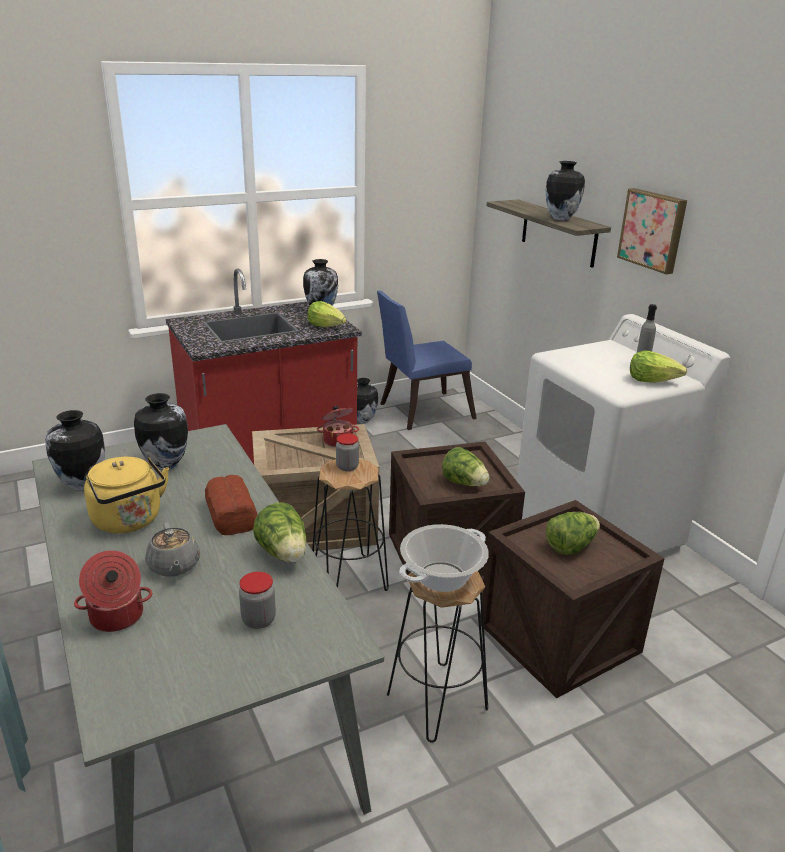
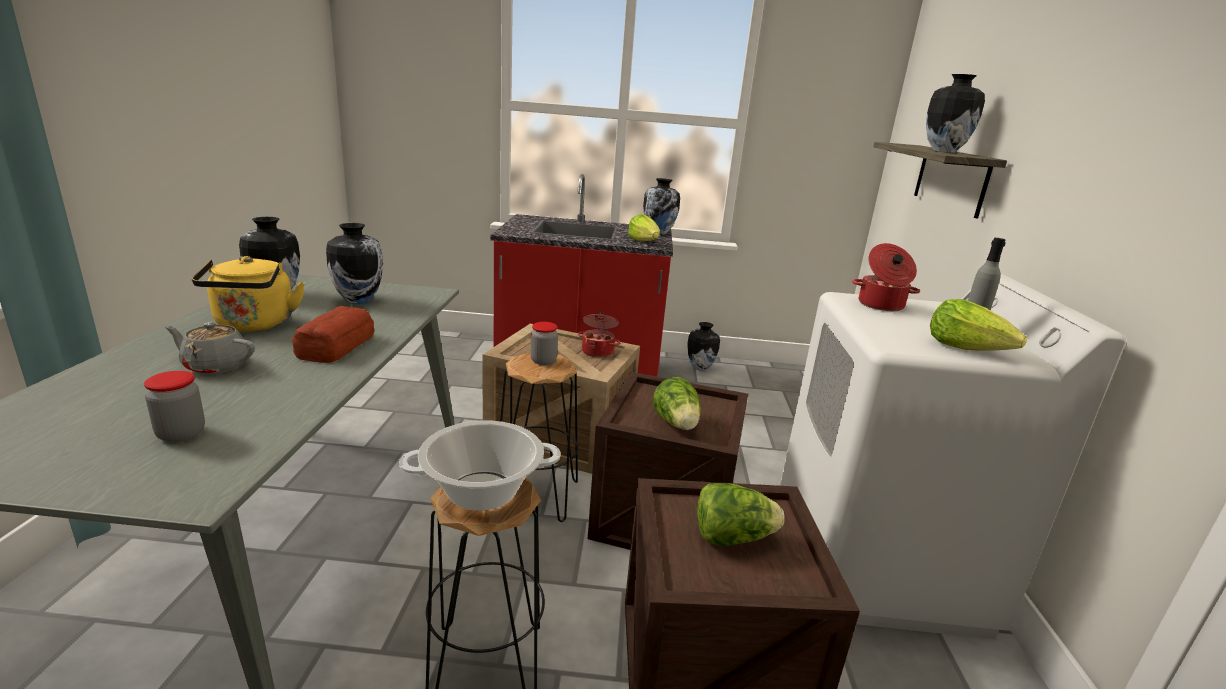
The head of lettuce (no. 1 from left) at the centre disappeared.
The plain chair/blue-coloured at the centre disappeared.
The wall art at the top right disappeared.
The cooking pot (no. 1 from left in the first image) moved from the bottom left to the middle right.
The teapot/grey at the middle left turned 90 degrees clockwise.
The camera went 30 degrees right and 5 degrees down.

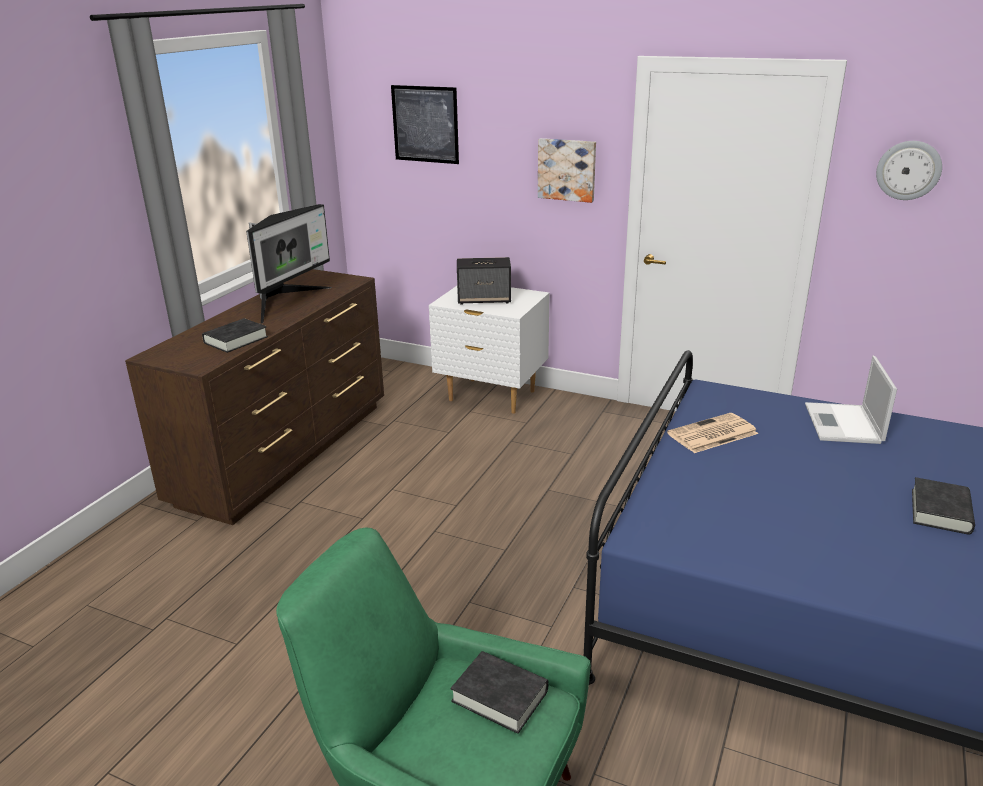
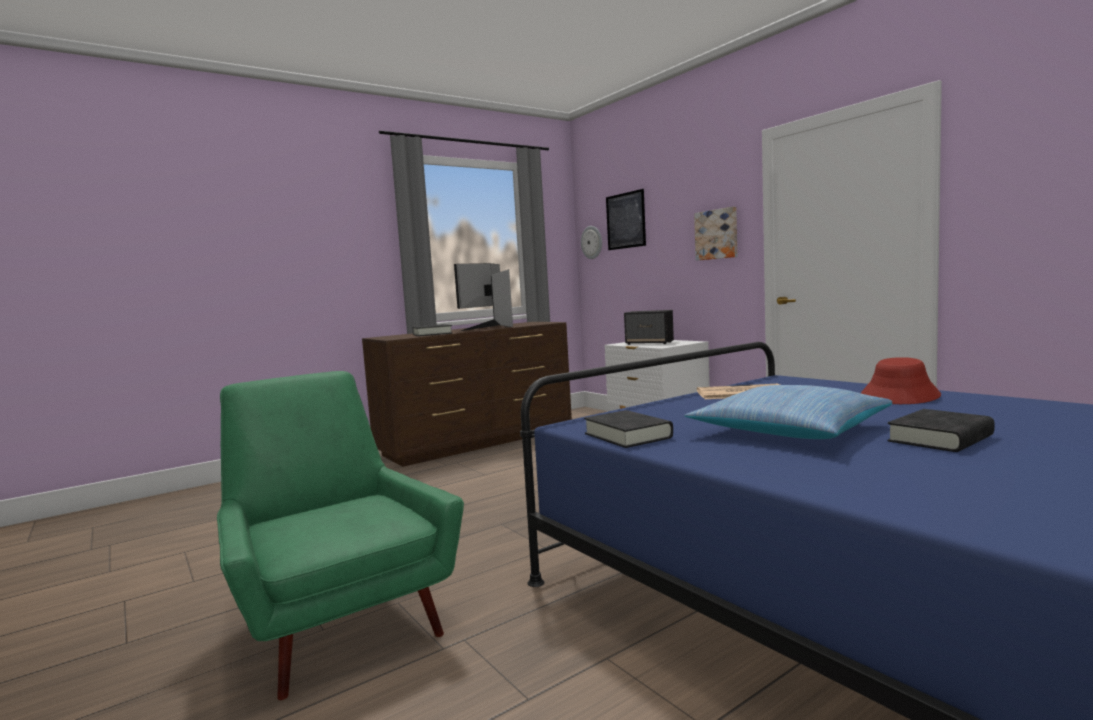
The cushion at the middle right appeared.
The volume/black (no. 2 from left) moved from the bottom centre to the centre.
The wall clock moved from the top right to the centre.
The laptop at the middle right was replaced by the wearable hat/red-coloured at the middle right.
The computer screen at the middle left turned 150 degrees clockwise.
The camera went 30 degrees right and 20 degrees down.

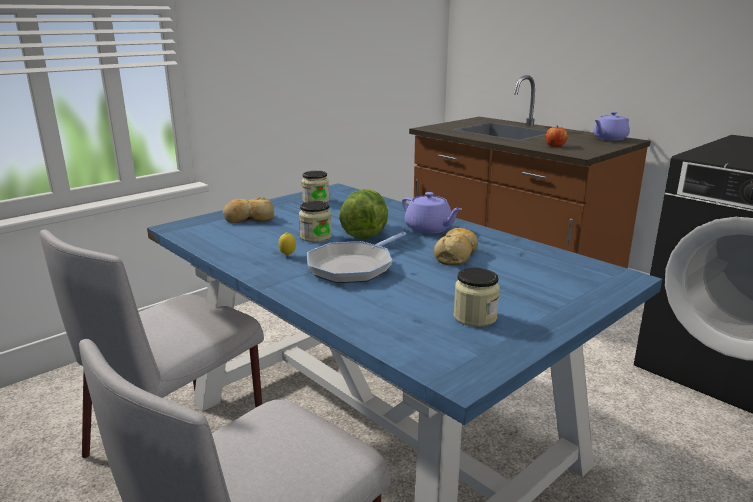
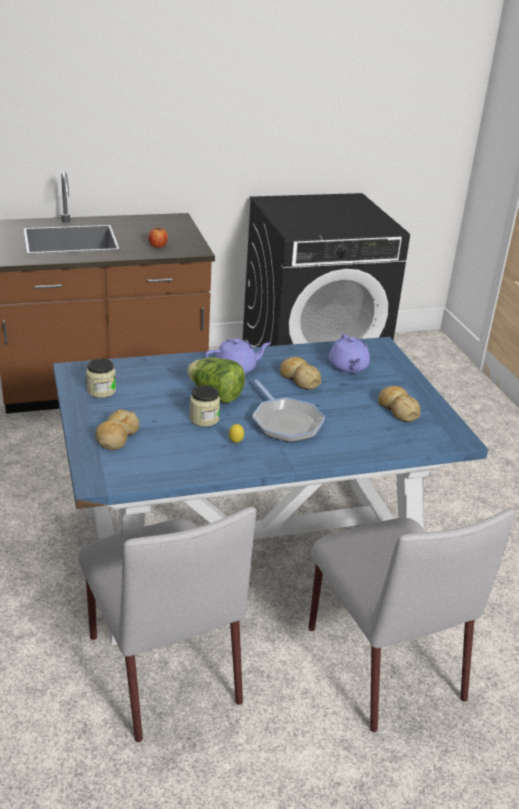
The teapot/purple (no. 2 from left) moved from the top right to the middle right.
The storage jar (no. 3 from left) at the centre was replaced by the bakery bread (no. 3 from left) at the middle right.
The camera went 65 degrees left and 10 degrees up.

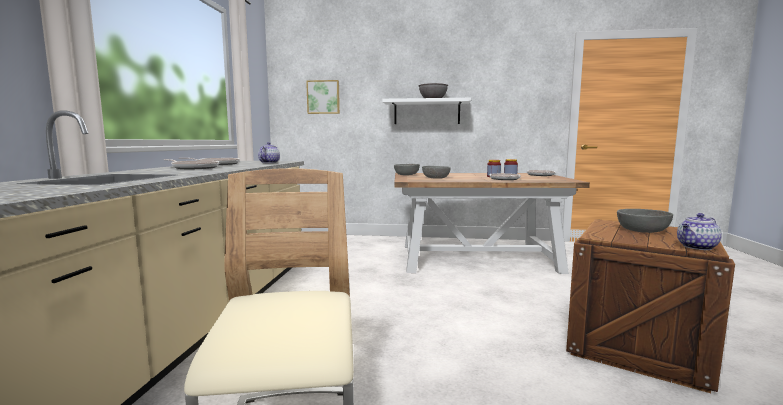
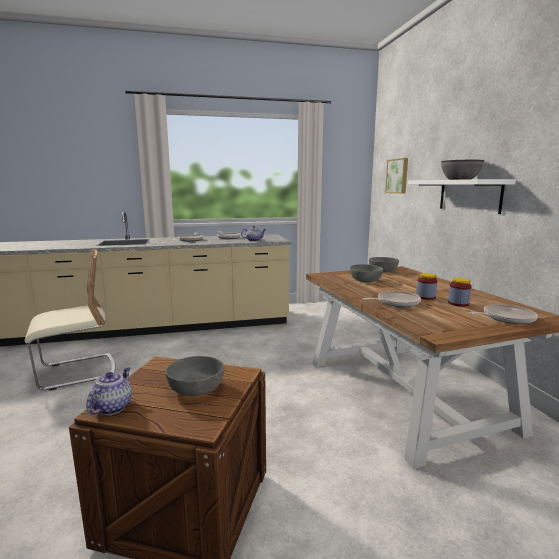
The teapot (no. 2 from left in the first image) at the middle right turned 60 degrees clockwise.
The camera went 70 degrees right and 5 degrees up.

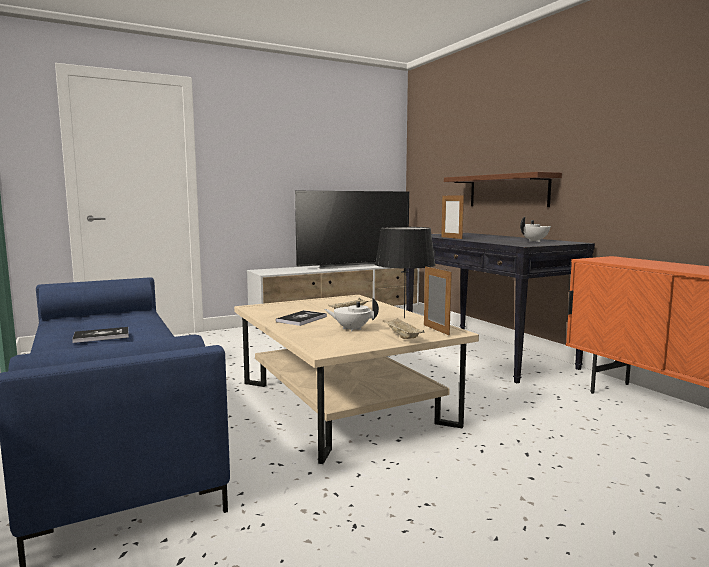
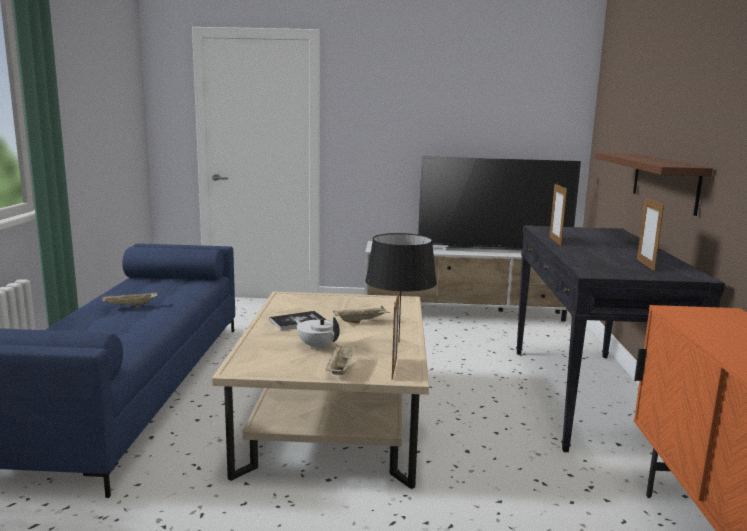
The volume (no. 1 from left) at the middle left was replaced by the carrying tray/sand-coloured (no. 1 from left) at the middle left.
The teapot/white-coloured (no. 2 from left) at the middle right was replaced by the photo frame (no. 3 from left) at the middle right.
The camera went 30 degrees right and 5 degrees up.

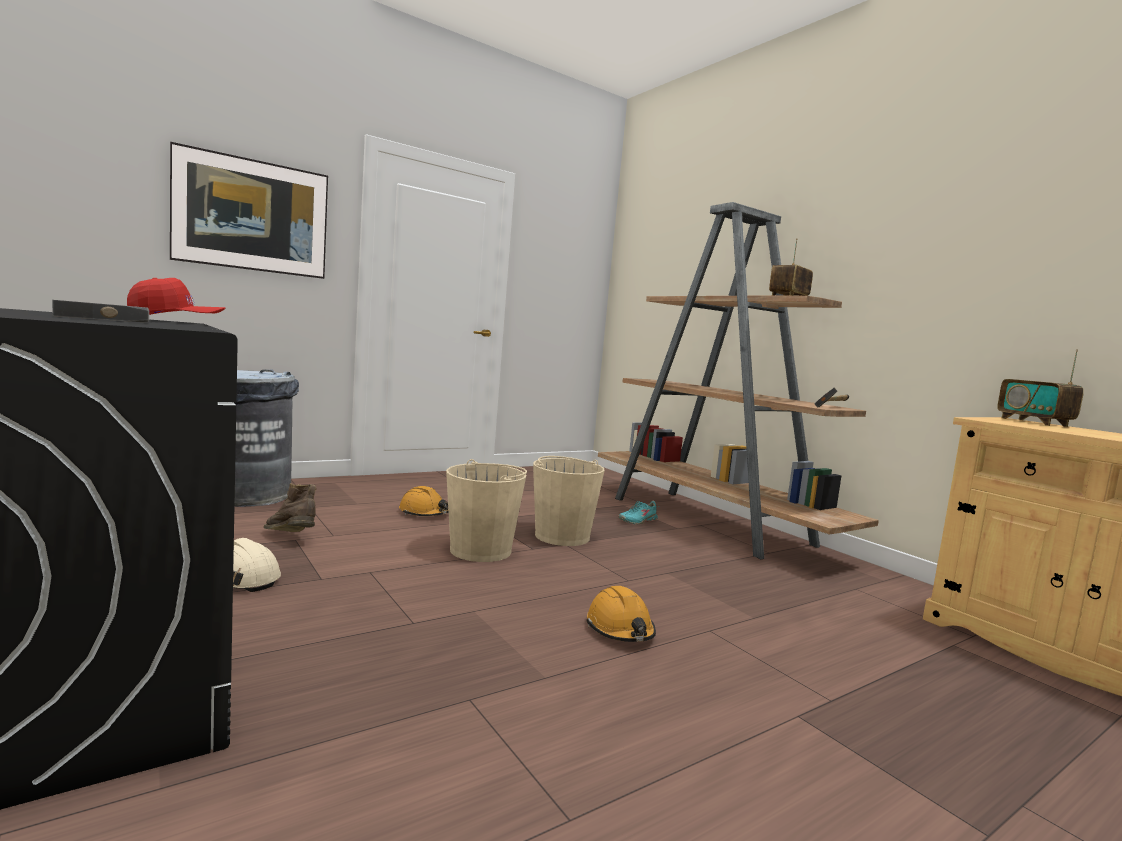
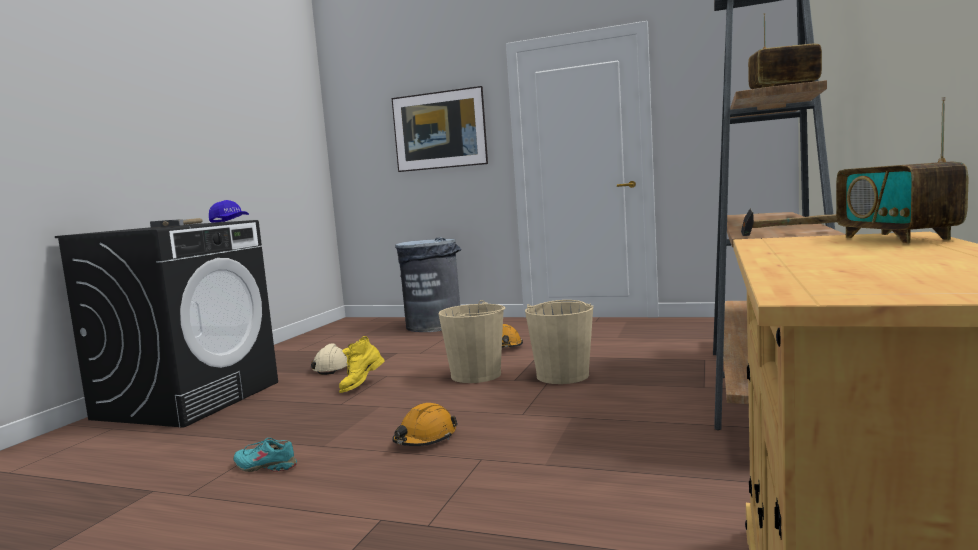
The tall boot/brown at the middle left disappeared.
The tall boot/yellowish at the centre appeared.
The item of footwear/turquoise-coloured moved from the centre to the bottom left.
The cap/red-coloured at the middle left became the cap/blue-coloured at the middle left.
The radio set (no. 2 from left) at the middle right turned 45 degrees counterclockwise.
The camera went 55 degrees right and 0 degrees up.

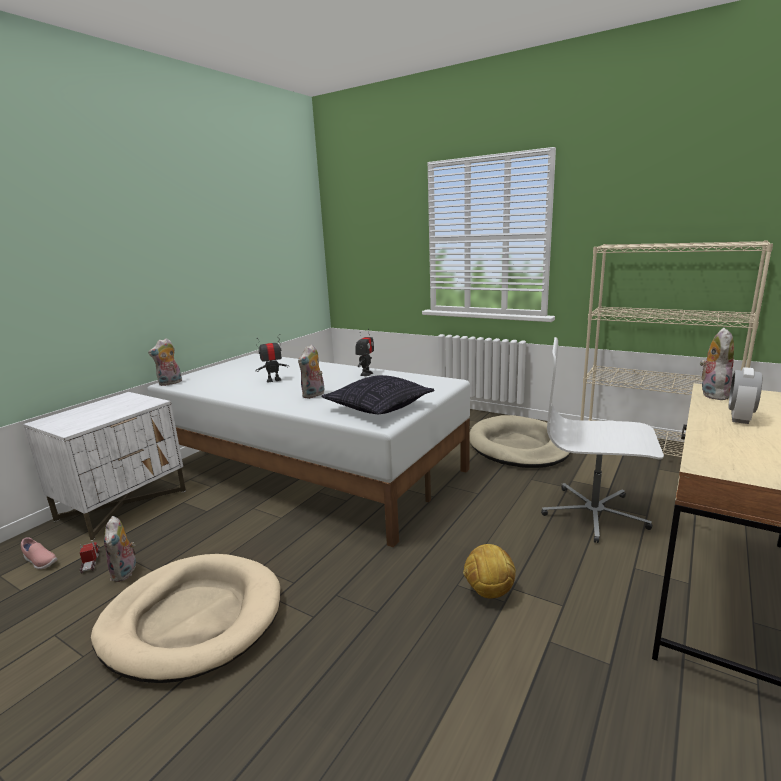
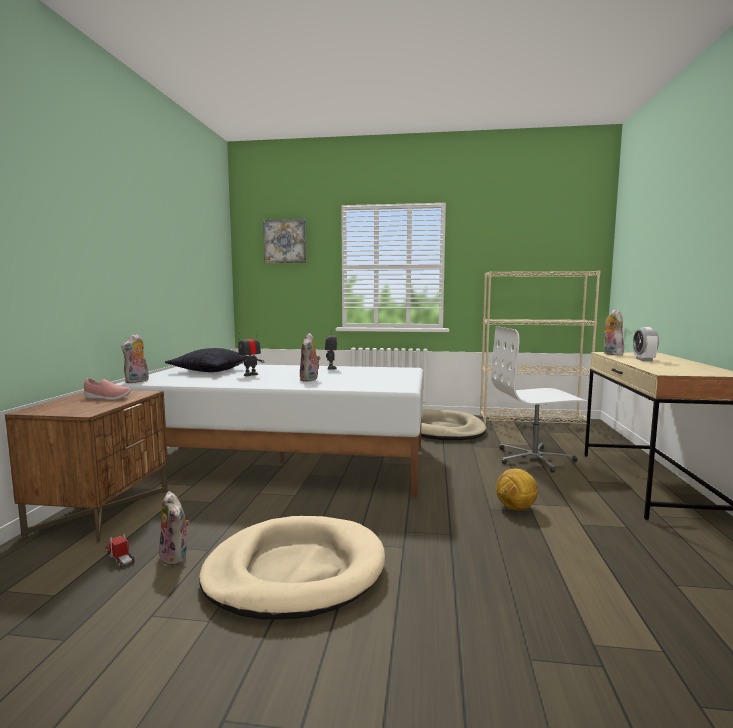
The wall art at the top centre appeared.
The item of footwear/pinkish moved from the bottom left to the middle left.
The cushion moved from the centre to the middle left.
The bedside table/white-coloured at the middle left became the bedside table/brown at the middle left.
The camera went 25 degrees left and 10 degrees down.

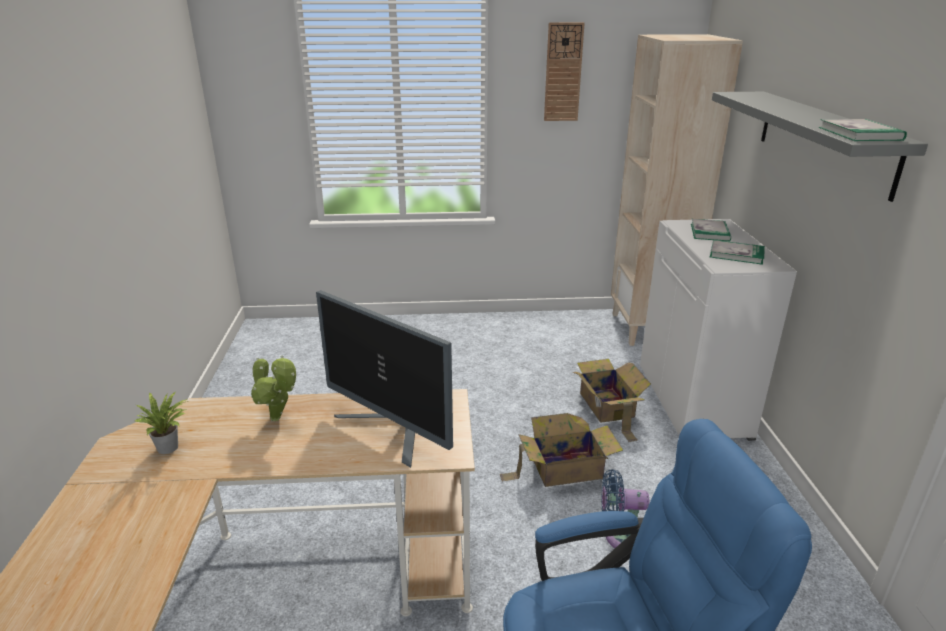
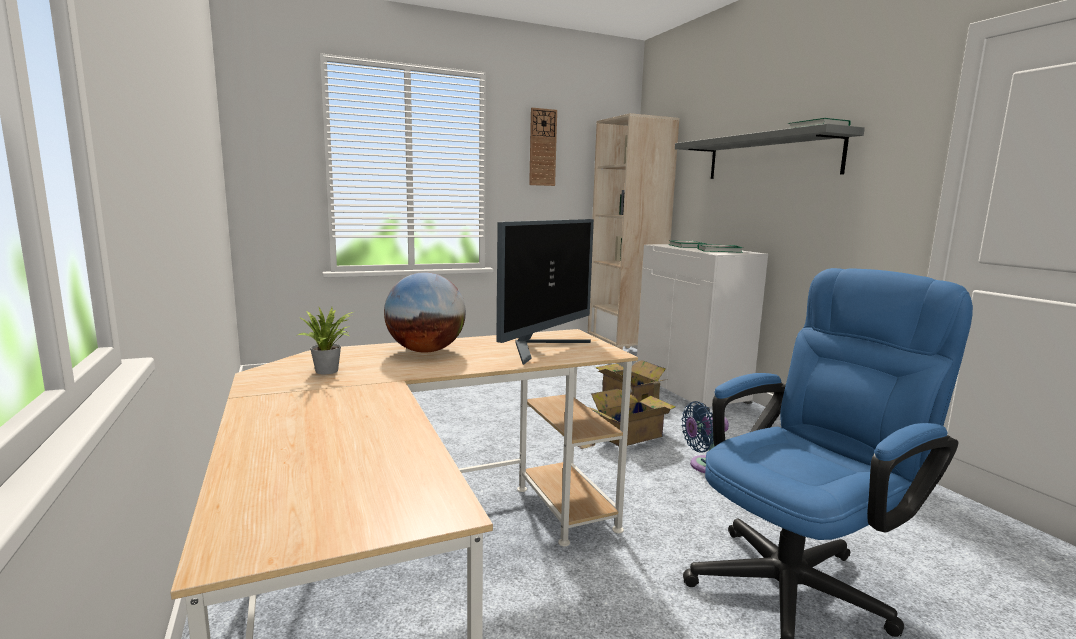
The plant in a pot (no. 2 from left) at the middle left was replaced by the desk globe at the centre.
The computer screen at the centre turned 75 degrees counterclockwise.
The camera went 20 degrees left and 15 degrees down.

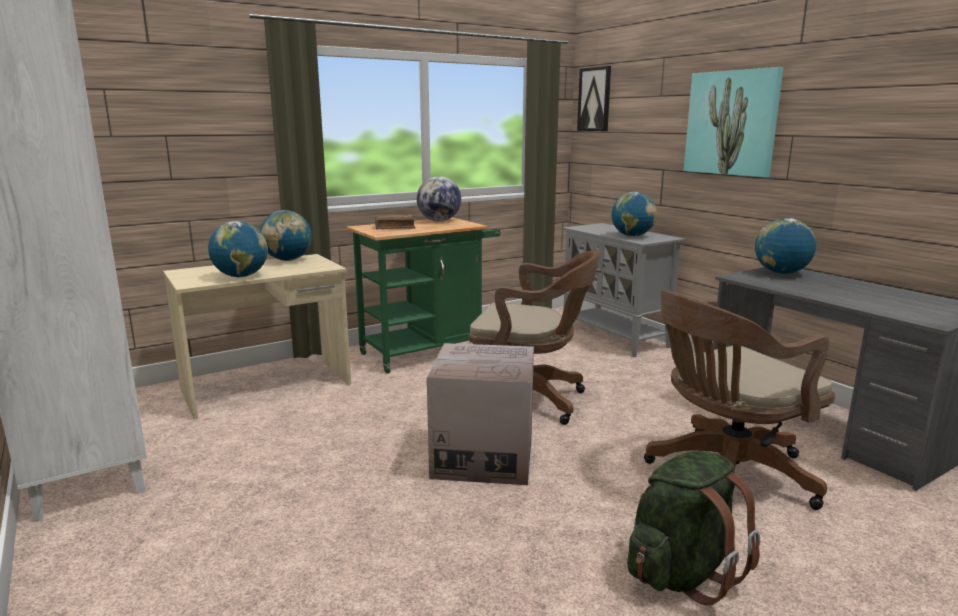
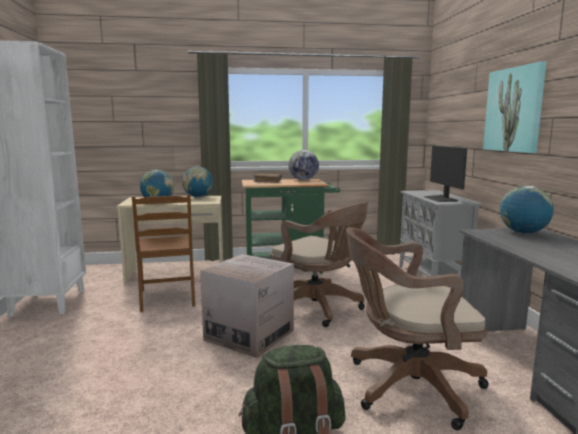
The wall art (no. 1 from left) at the top centre disappeared.
The plain chair/brown at the middle left appeared.
The desk globe (no. 4 from left) at the centre was replaced by the computer screen at the middle right.
The camera went 25 degrees right and 5 degrees down.

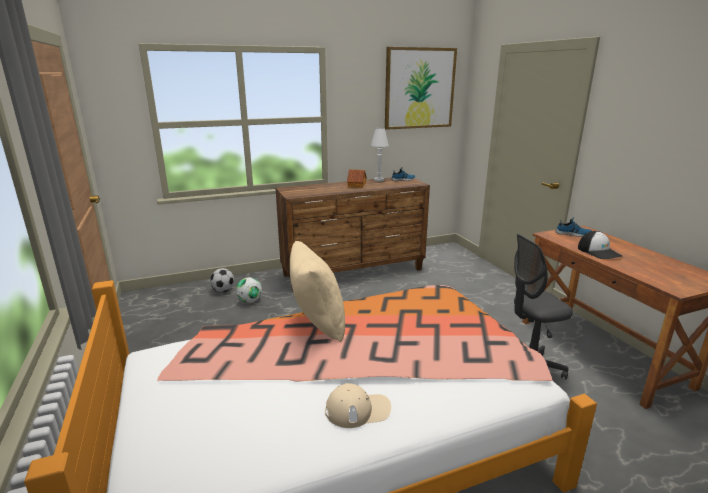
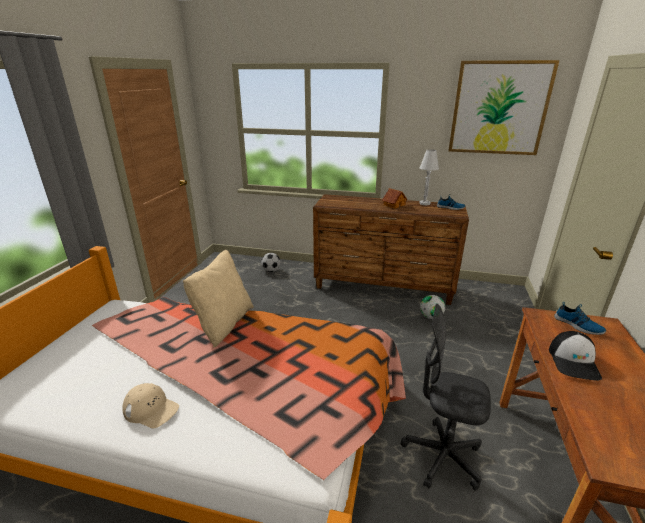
The ball for football (no. 2 from left) moved from the centre to the middle right.
The camera went 35 degrees right and 5 degrees up.

